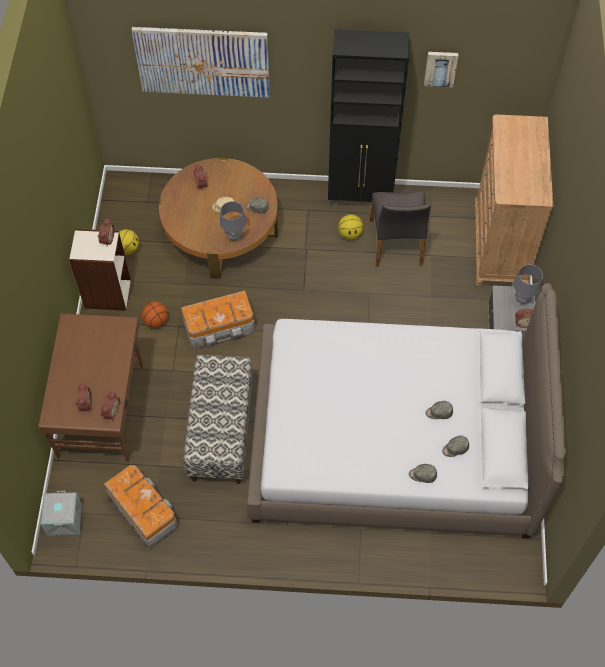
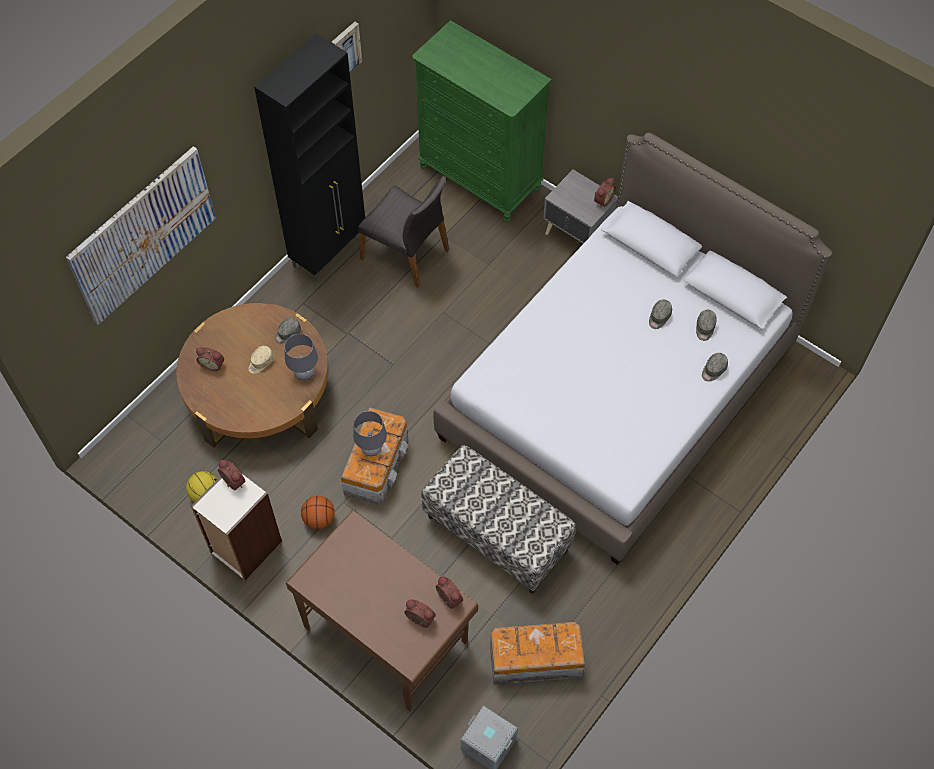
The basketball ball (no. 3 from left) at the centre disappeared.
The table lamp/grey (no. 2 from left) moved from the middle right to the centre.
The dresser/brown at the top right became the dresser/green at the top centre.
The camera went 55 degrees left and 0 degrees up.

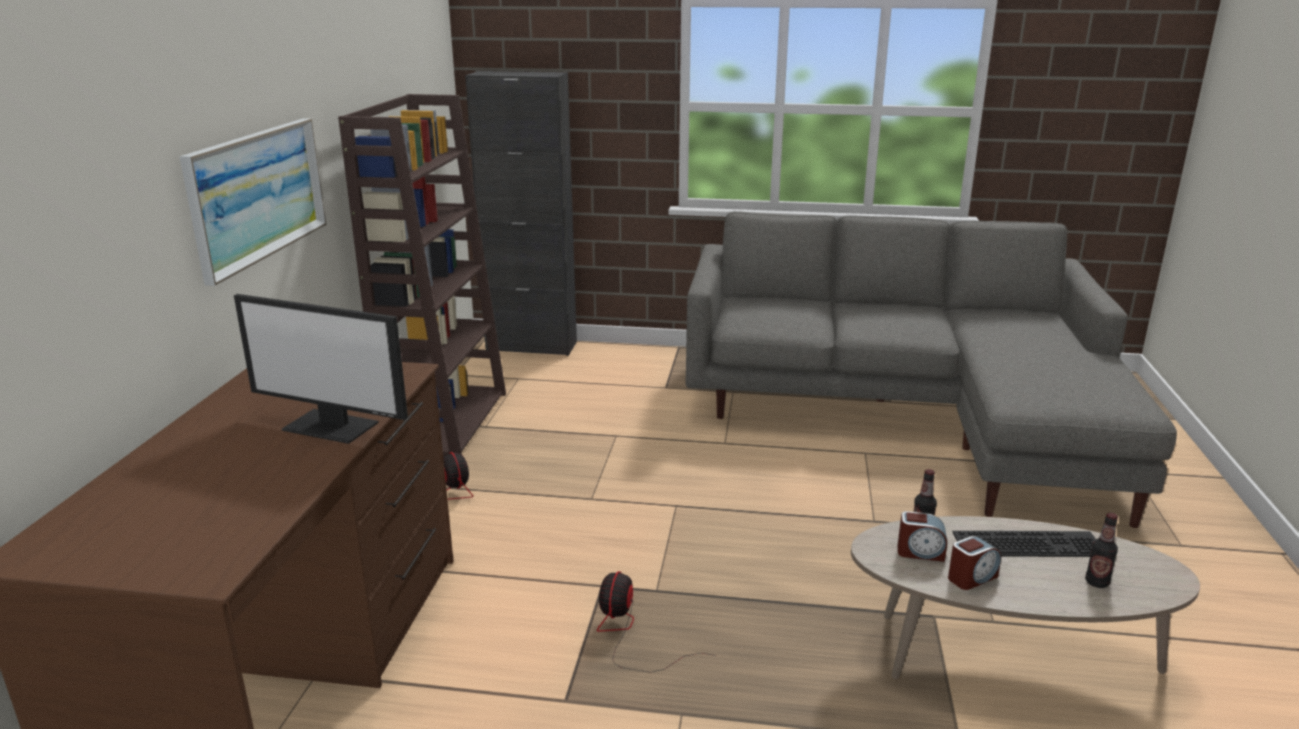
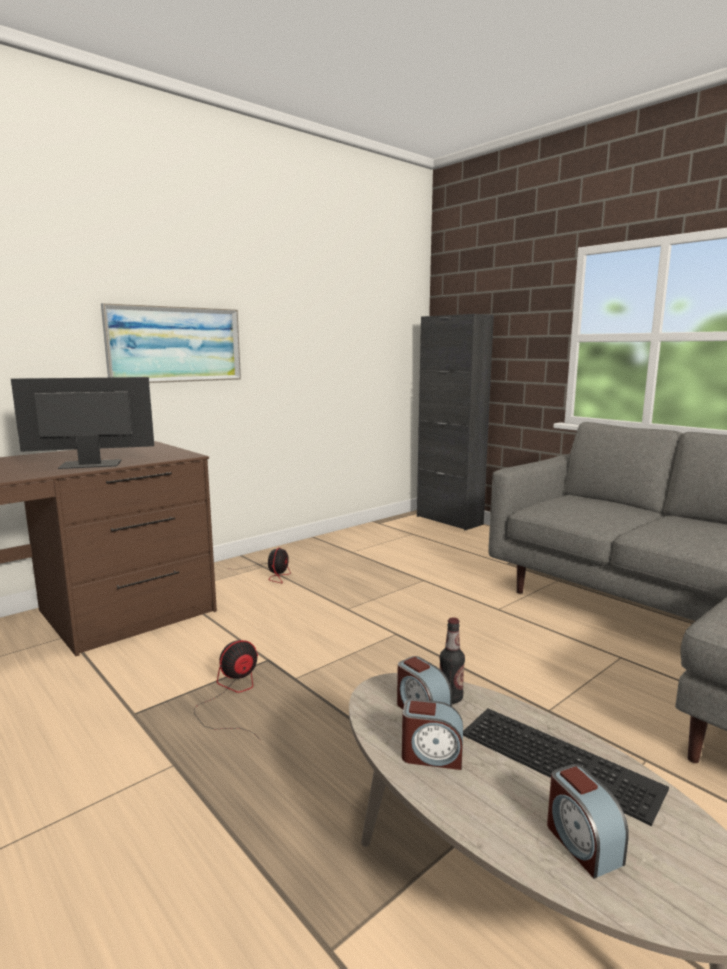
The bookcase/brown at the middle left disappeared.
The beverage bottle (no. 2 from left) at the bottom right was replaced by the bedside clock (no. 3 from left) at the bottom right.
The computer screen at the middle left turned 105 degrees clockwise.
The camera went 40 degrees right and 10 degrees down.

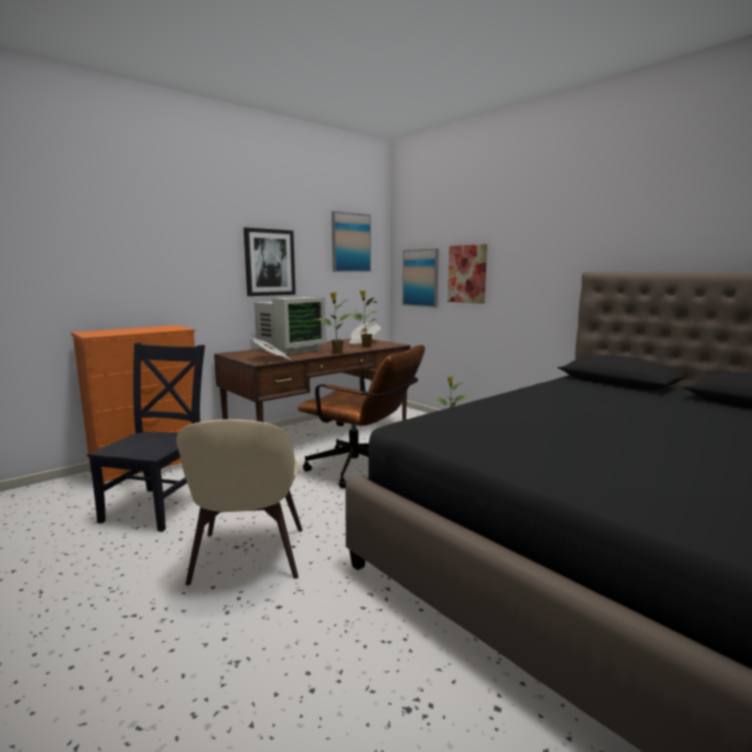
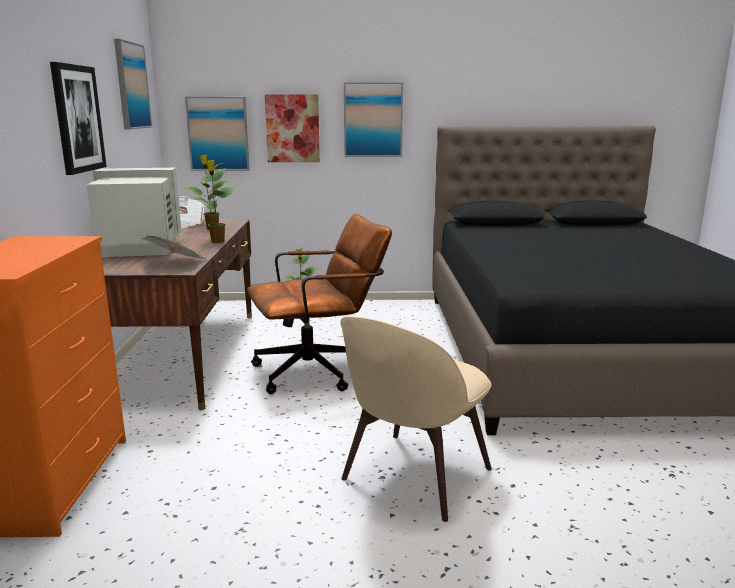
The plain chair/black at the middle left disappeared.
The wall art (no. 5 from left) at the top centre appeared.
The plain chair/sand-coloured at the bottom left turned 90 degrees clockwise.
The computer screen at the centre turned 90 degrees counterclockwise.
The camera went 50 degrees left and 5 degrees up.

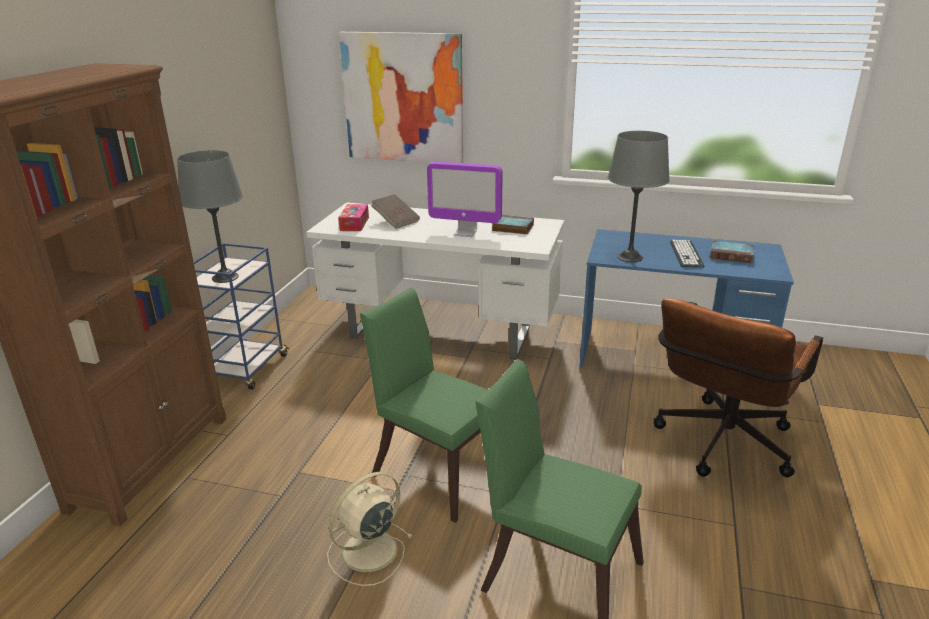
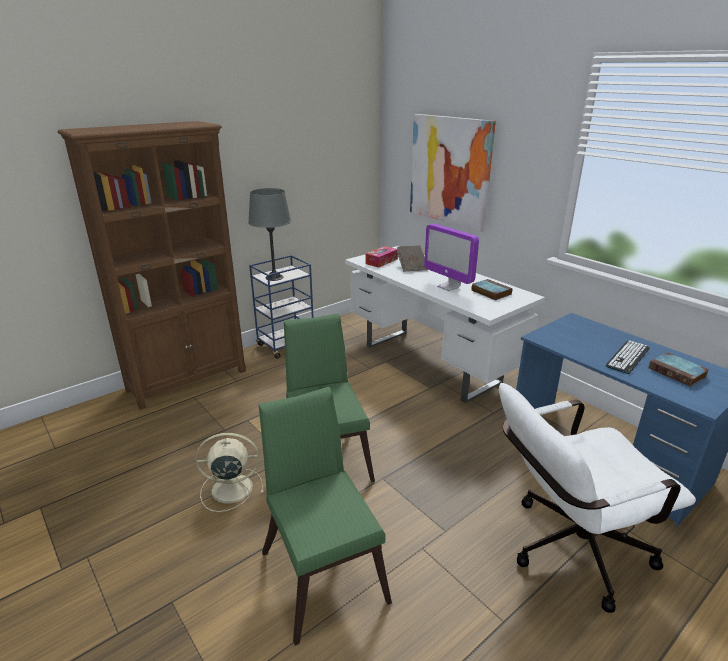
The table lamp/grey (no. 2 from left) at the top right disappeared.
The desk chair/brown at the middle right became the desk chair/white-coloured at the bottom right.
The camera went 35 degrees right and 0 degrees up.

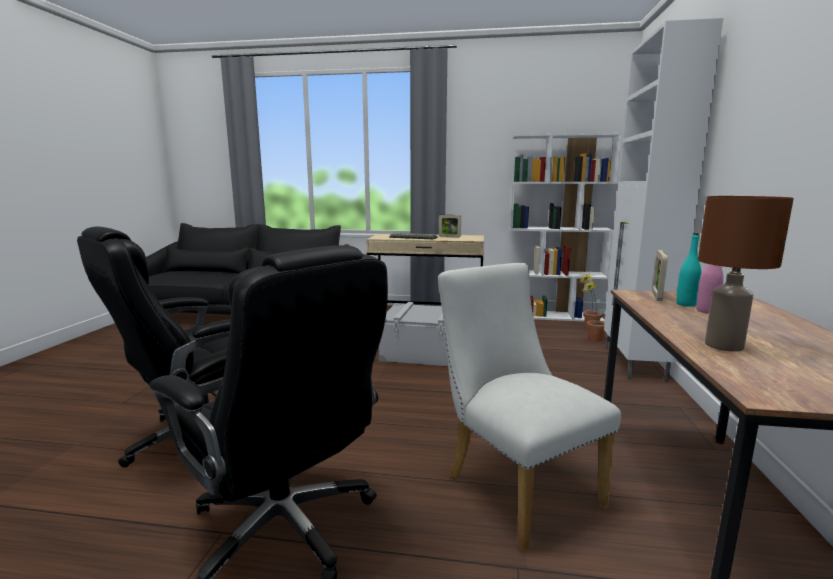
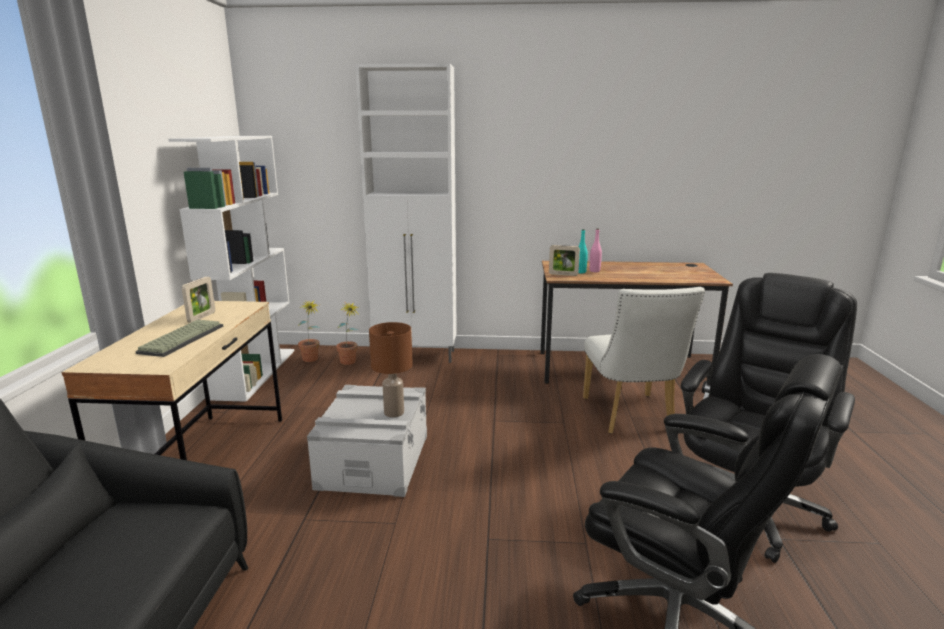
The table lamp/brown moved from the middle right to the centre.
The plain chair/white-coloured at the bottom centre turned 60 degrees counterclockwise.
The camera went 95 degrees left and 5 degrees up.

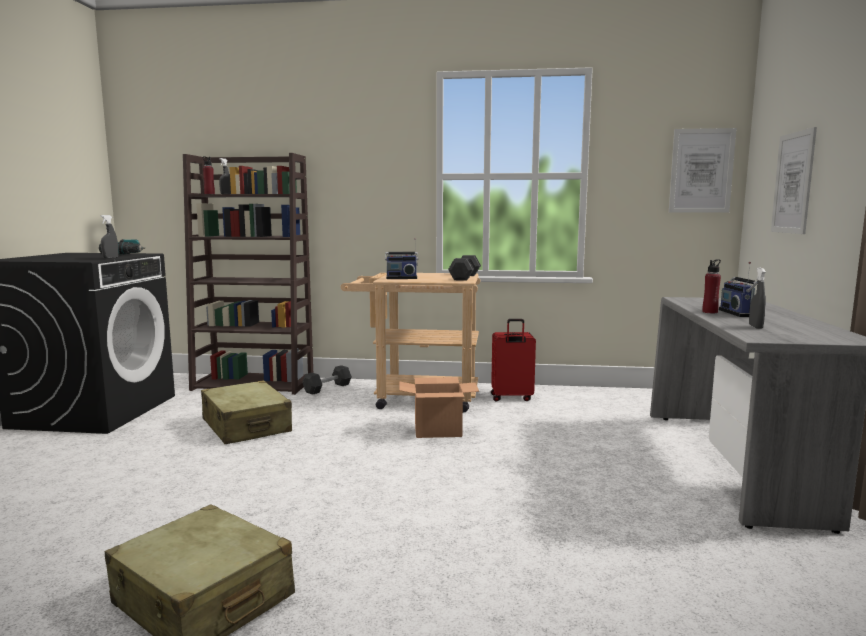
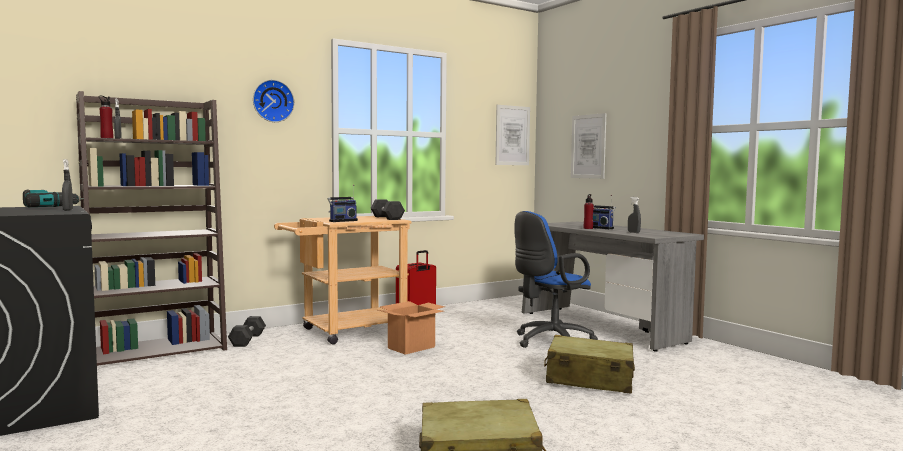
The wall clock at the top left appeared.
The desk chair/blue-coloured at the centre appeared.
The travel case/sand-coloured (no. 2 from left) moved from the middle left to the bottom centre.
The camera went 40 degrees left and 5 degrees down.

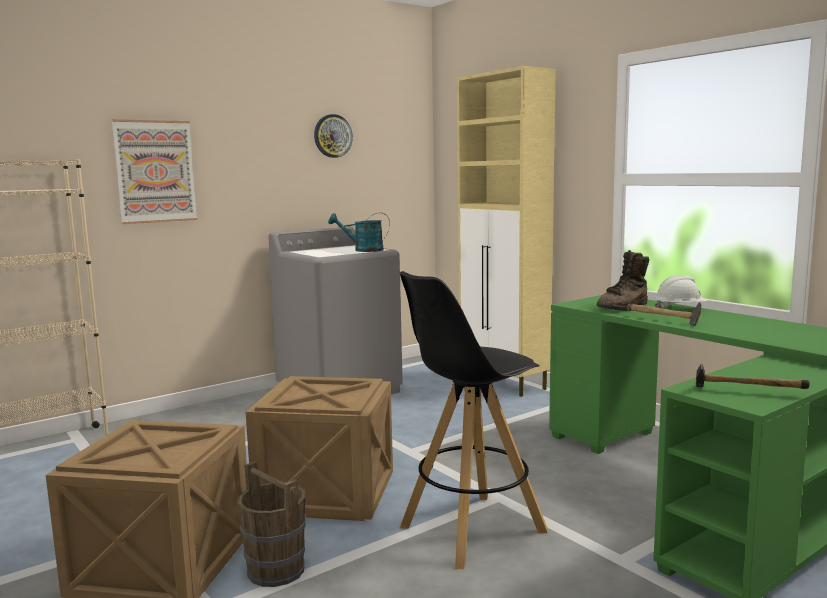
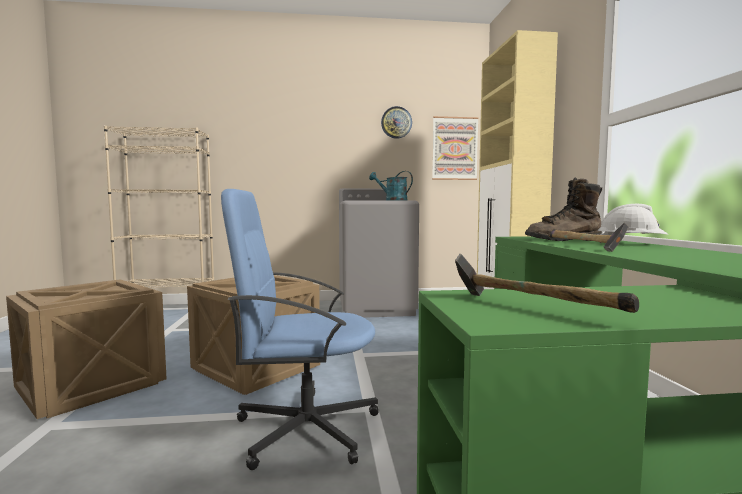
The water bucket/brown at the bottom left disappeared.
The wall art moved from the top left to the top centre.
The stool seat/black at the bottom centre was replaced by the desk chair/blue-coloured at the centre.
The camera went 30 degrees right and 5 degrees down.

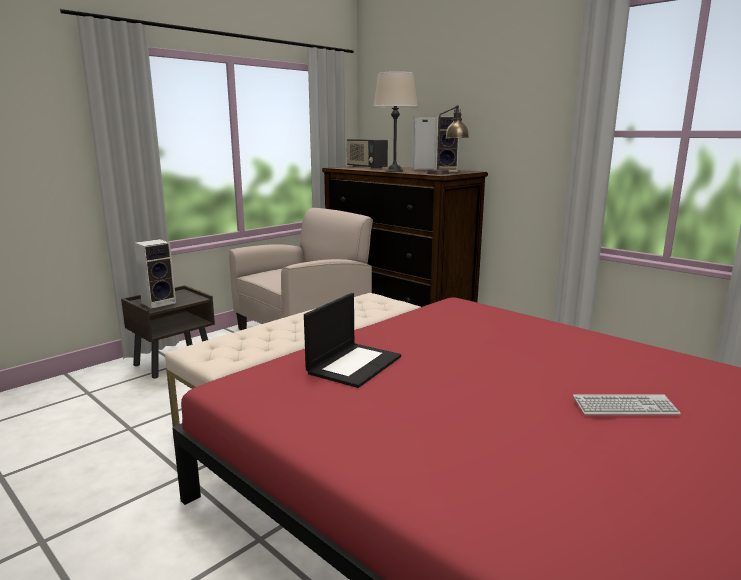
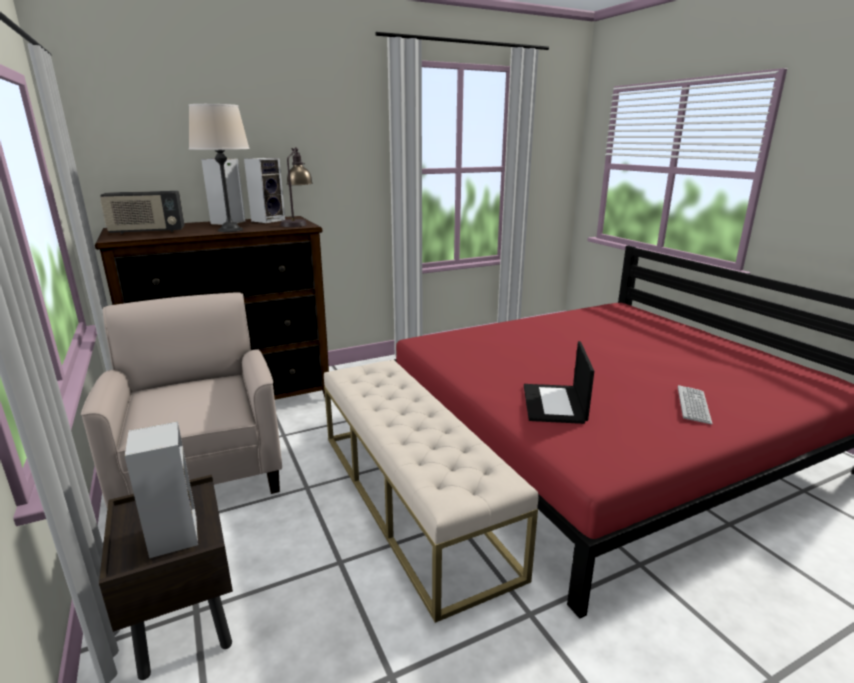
The computer keyboard moved from the bottom right to the middle right.
The laptop at the centre turned 135 degrees counterclockwise.
The camera went 70 degrees left and 5 degrees up.

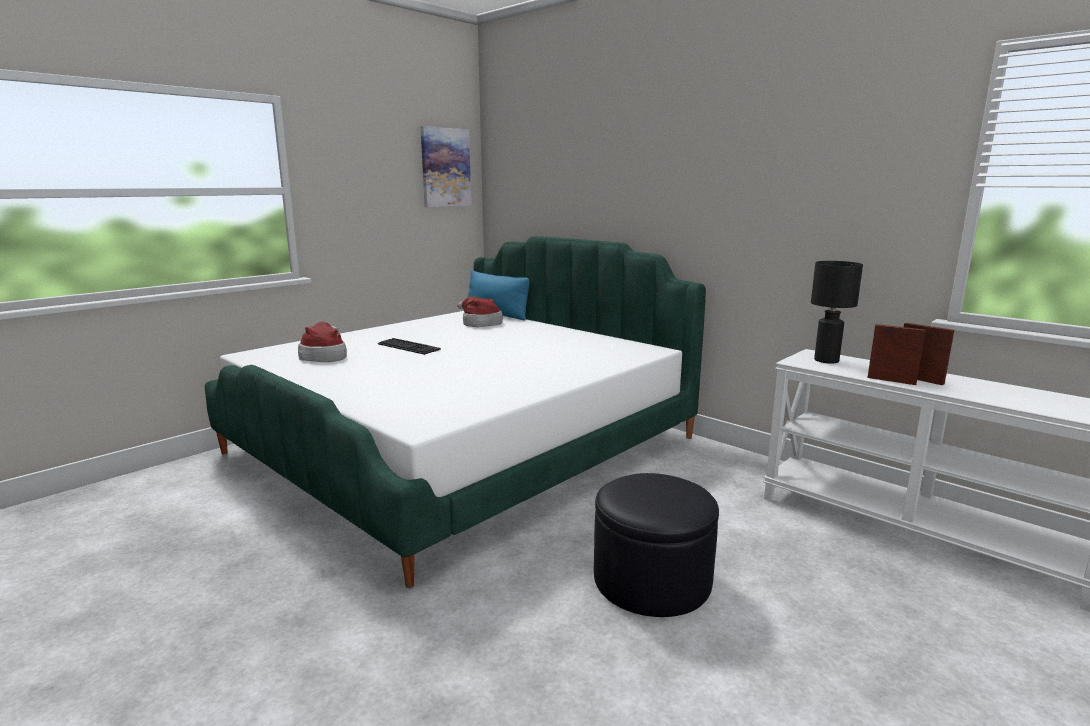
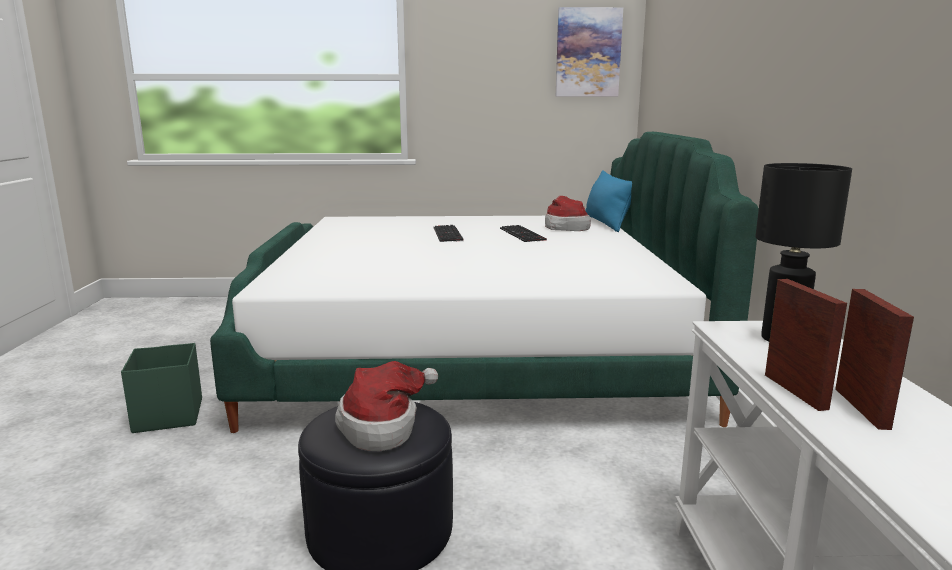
The storage bin/green at the bottom left appeared.
The computer keyboard (no. 2 from left) at the centre appeared.
The wearable hat (no. 1 from left) moved from the middle left to the bottom centre.
The camera went 45 degrees right and 0 degrees up.

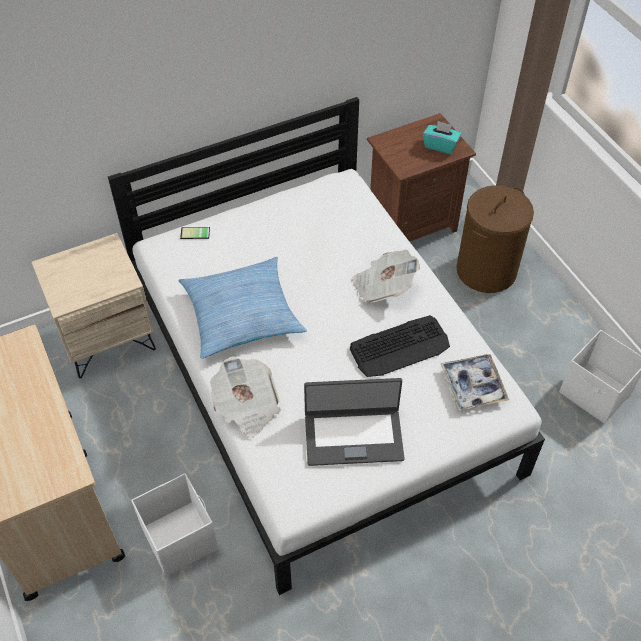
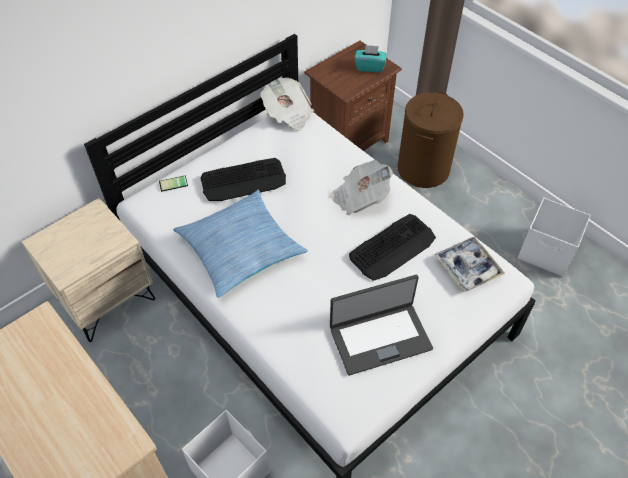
The computer keyboard (no. 1 from left) at the centre appeared.
The newspaper (no. 1 from left) moved from the centre to the top centre.
The camera went 15 degrees left and 0 degrees up.

